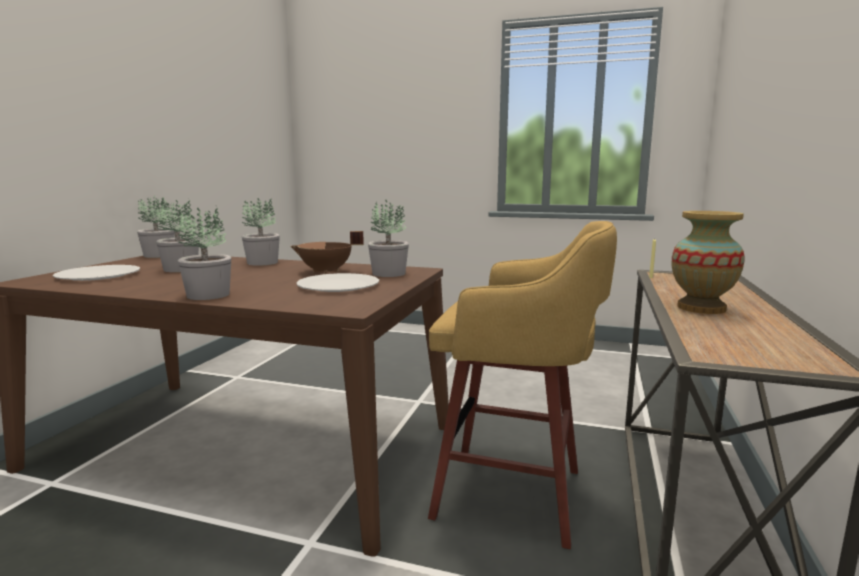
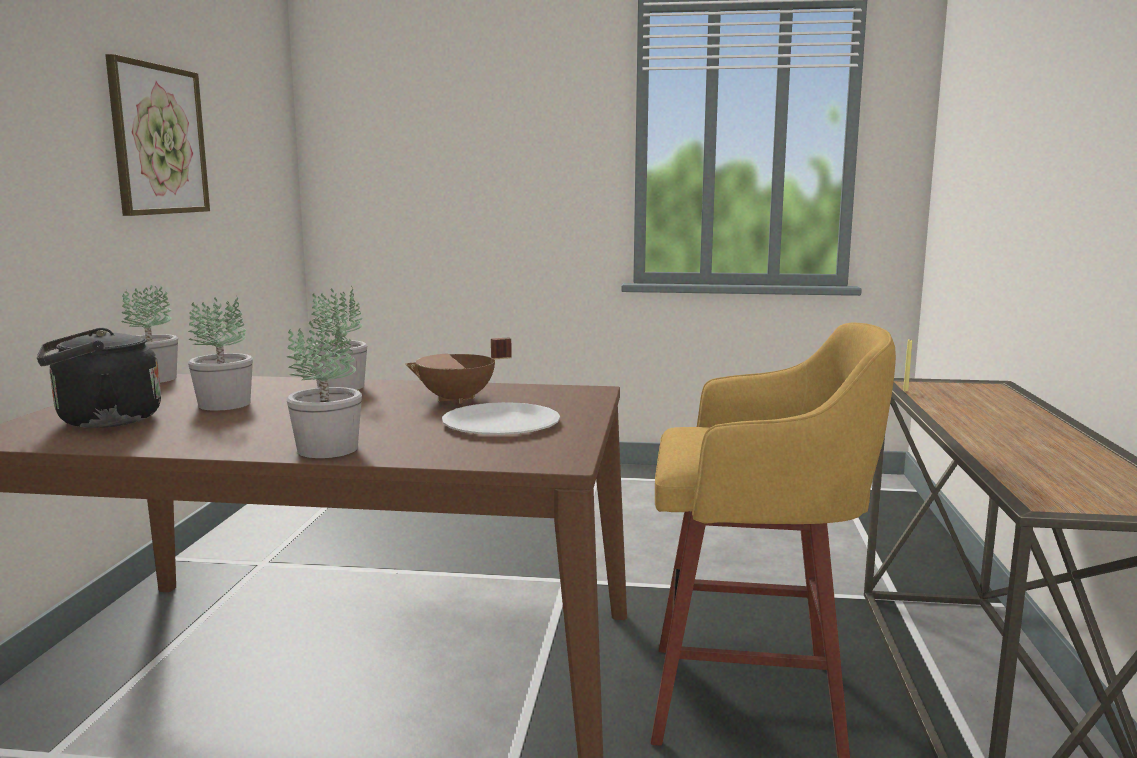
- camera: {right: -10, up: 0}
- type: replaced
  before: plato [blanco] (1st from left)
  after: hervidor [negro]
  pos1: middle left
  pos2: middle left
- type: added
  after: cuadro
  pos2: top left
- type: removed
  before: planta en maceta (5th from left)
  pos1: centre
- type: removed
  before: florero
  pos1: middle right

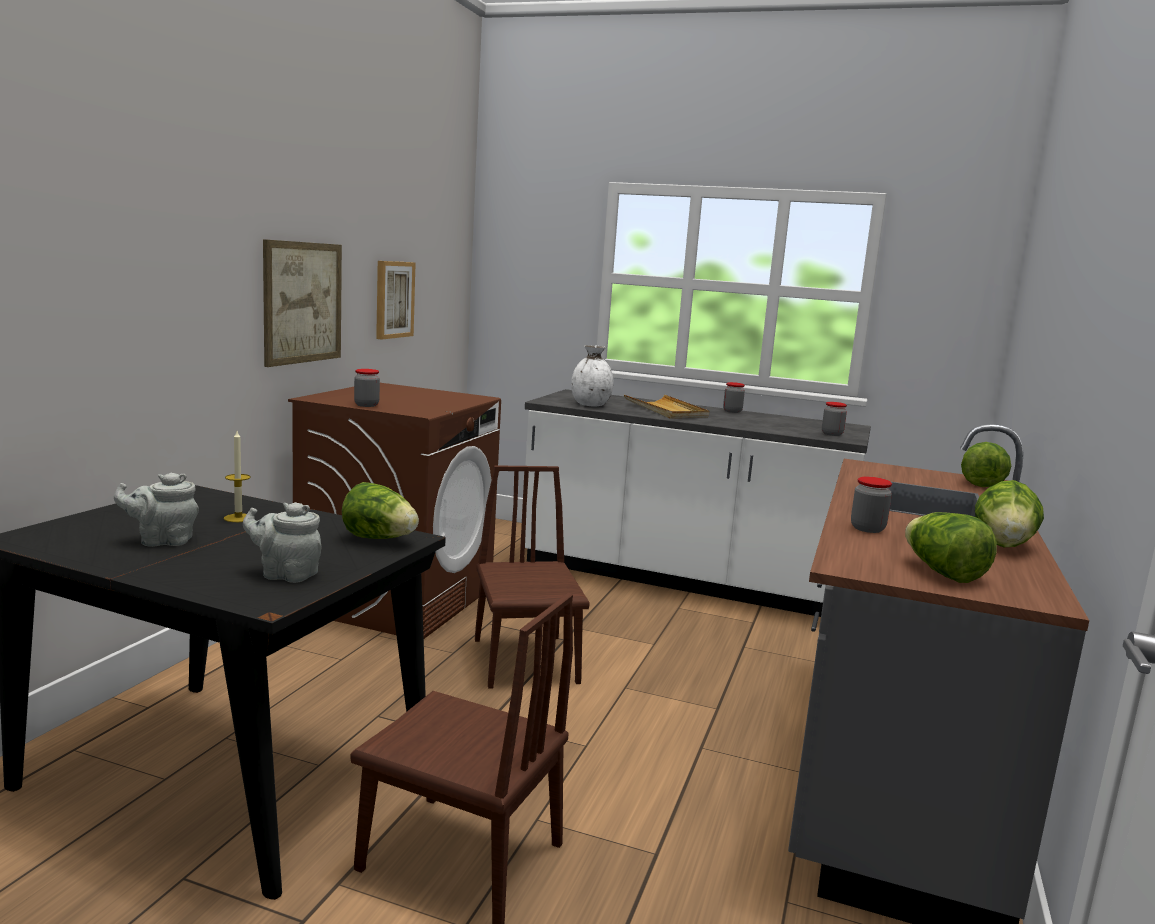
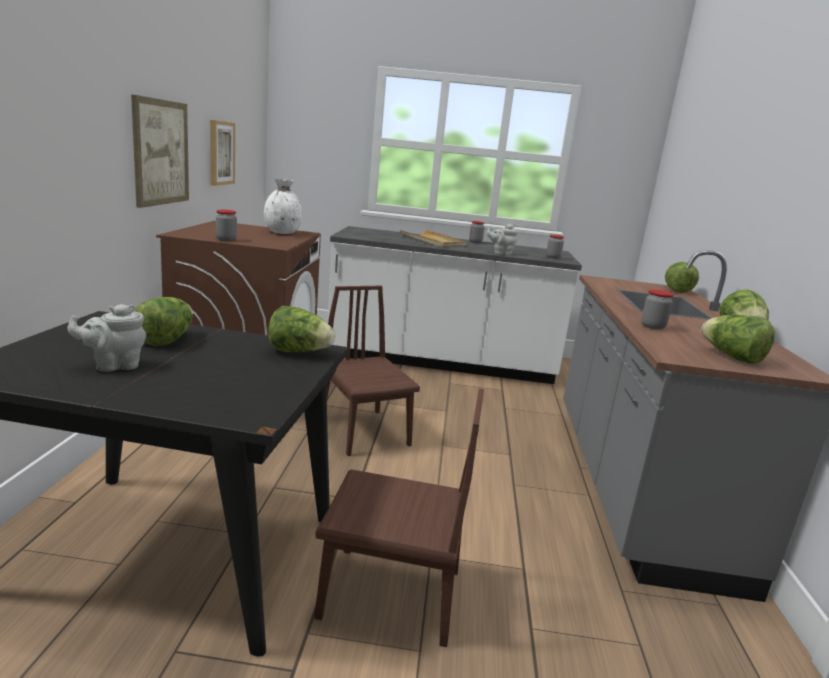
- camera: {right: -15, up: 5}
- type: replaced
  before: vela
  after: lechuga (1st from left)
  pos1: middle left
  pos2: middle left
- type: moved
  before: florero [blanco]
  pos1: centre
  pos2: top centre
- type: moved
  before: tetera [gris] (2nd from left)
  pos1: middle left
  pos2: centre

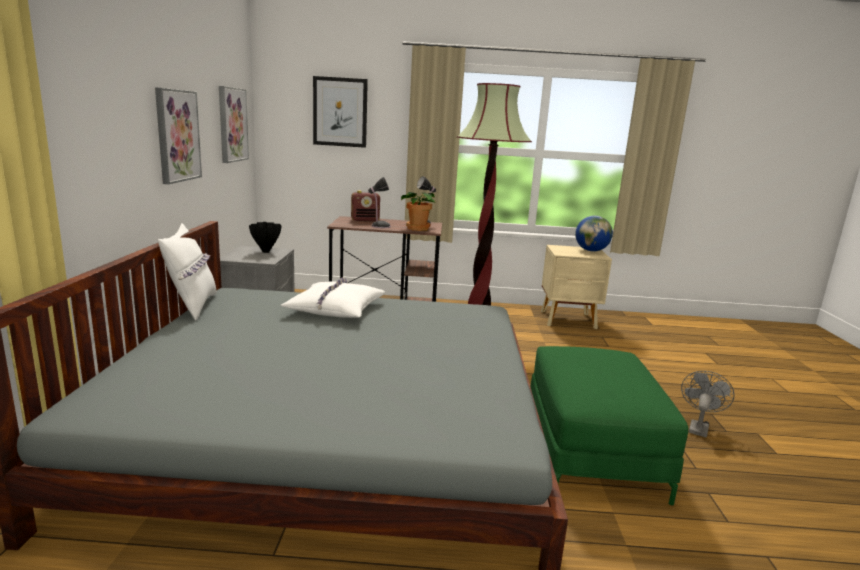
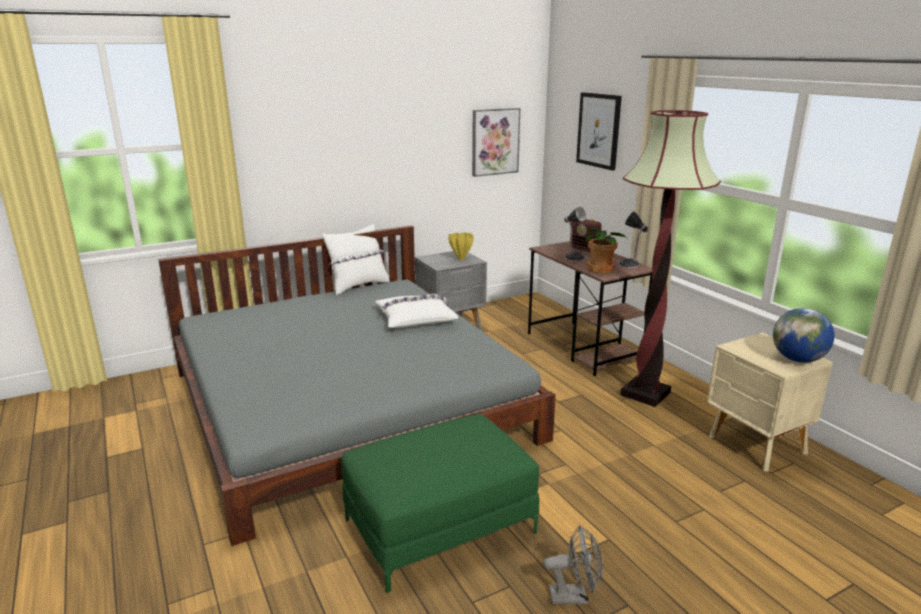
- camera: {right: 60, up: 5}
- type: recoloured
  before: florero [negro]
  after: florero [amarillo]
  pos1: middle left
  pos2: centre
- type: removed
  before: cuadro (1st from left)
  pos1: top left

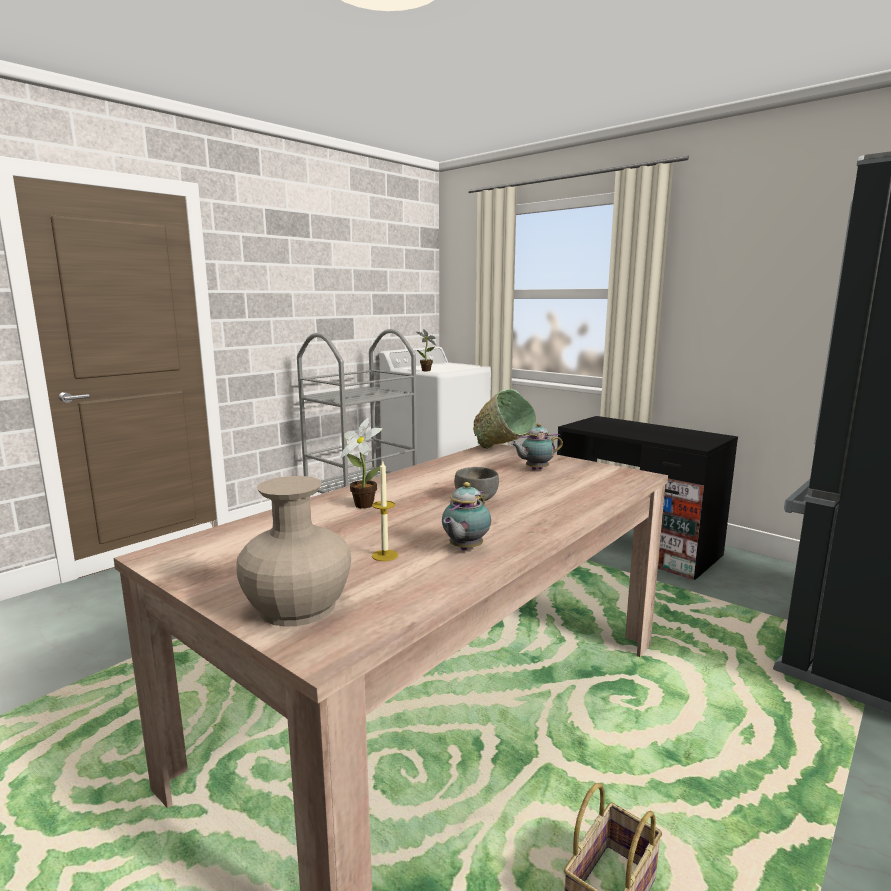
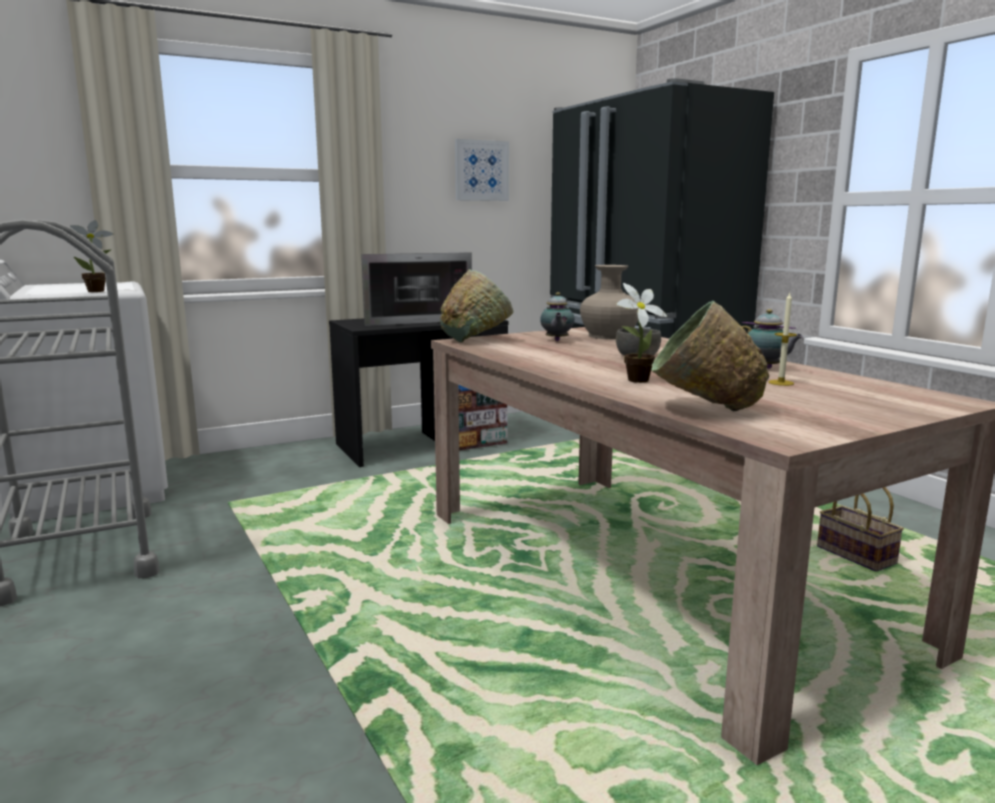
- camera: {right: -70, up: 0}
- type: added
  after: microondas
  pos2: centre
- type: added
  after: cuadro
  pos2: top centre
- type: moved
  before: florero [beis]
  pos1: middle left
  pos2: centre
- type: added
  after: cuenco [verde] (2nd from left)
  pos2: middle right

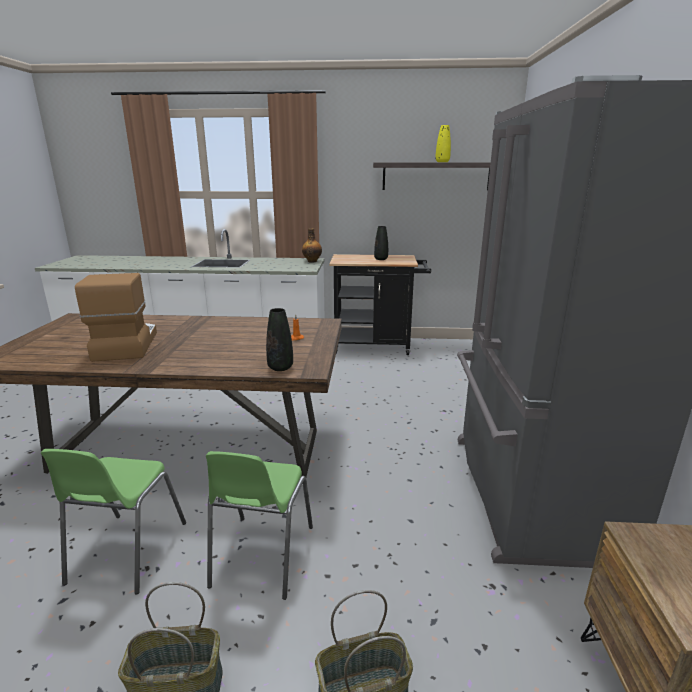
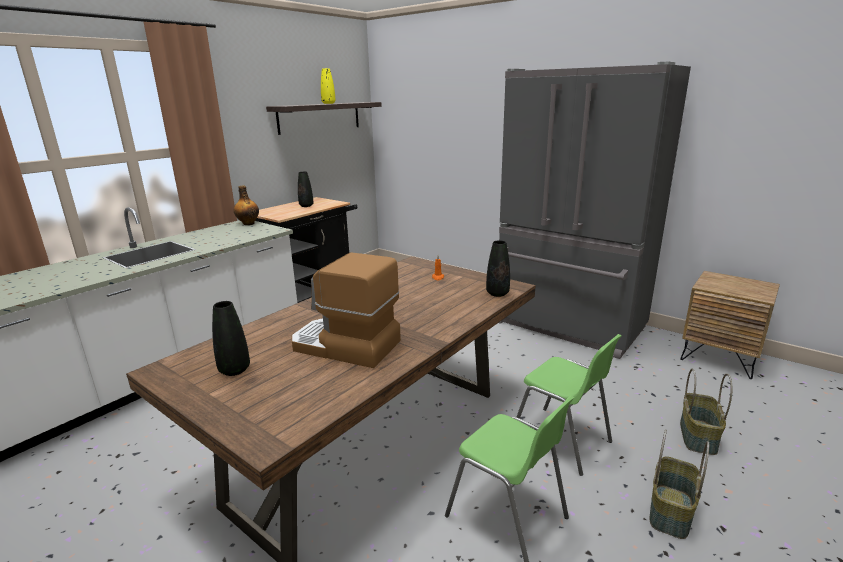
- camera: {right: -55, up: 0}
- type: added
  after: florero [negro] (1st from left)
  pos2: middle left

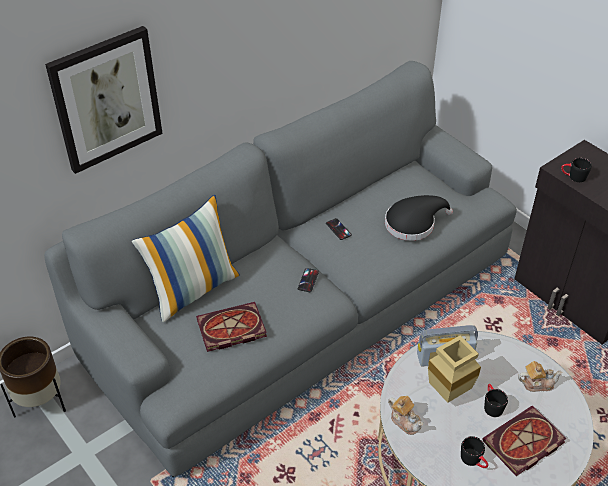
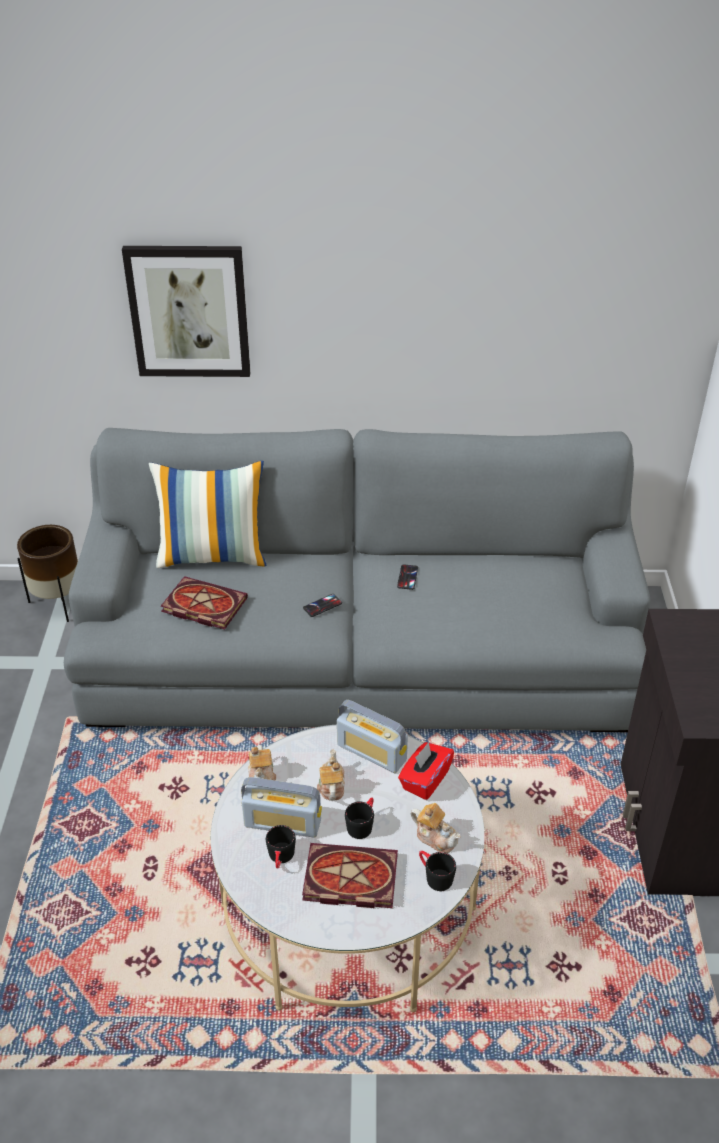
- camera: {right: 40, up: -5}
- type: added
  after: radio (1st from left)
  pos2: bottom centre
- type: replaced
  before: florero [beis]
  after: tetera (2nd from left)
  pos1: bottom right
  pos2: bottom centre
- type: added
  after: caja de pañuelos [rojo]
  pos2: bottom centre
- type: moved
  before: taza grande [negro] (3rd from left)
  pos1: middle right
  pos2: bottom centre
- type: removed
  before: sombrero [negro]
  pos1: middle right

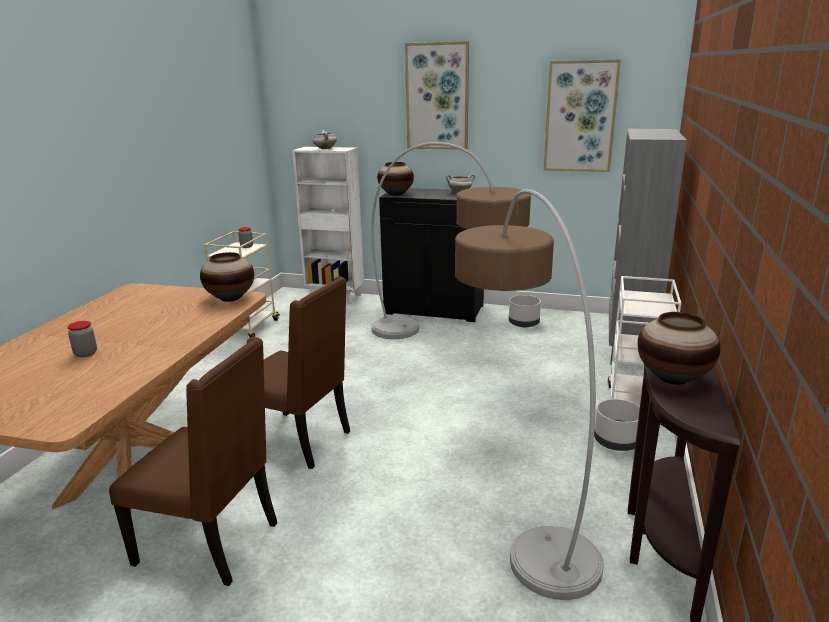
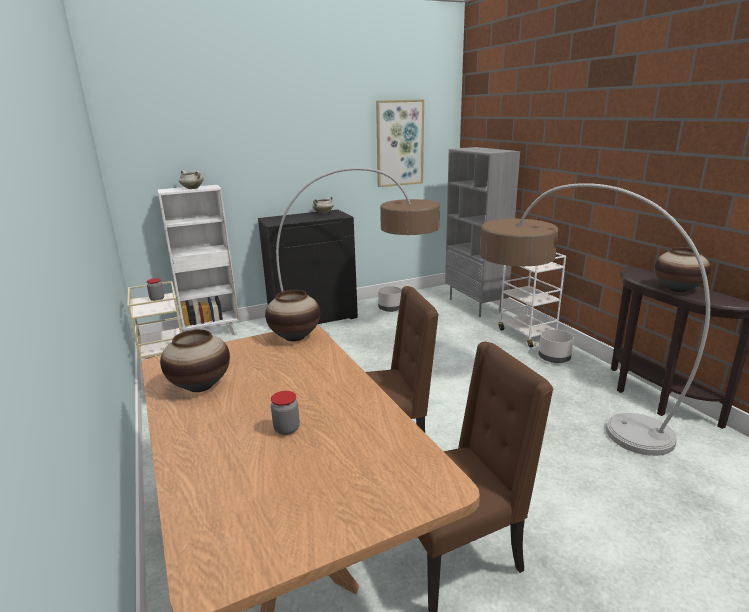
- camera: {right: -40, up: 0}
- type: moved
  before: florero (2nd from left in the first image)
  after: florero (1st from left)
  pos1: top centre
  pos2: middle left
- type: removed
  before: cuadro (1st from left)
  pos1: top centre

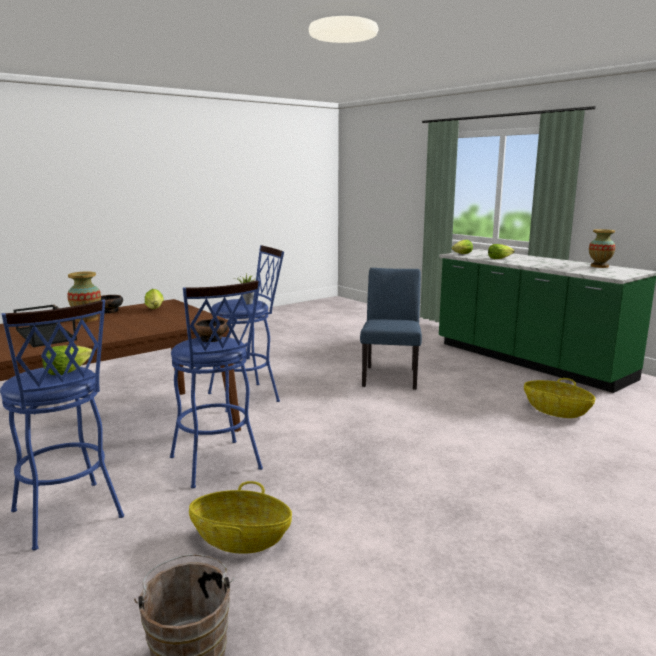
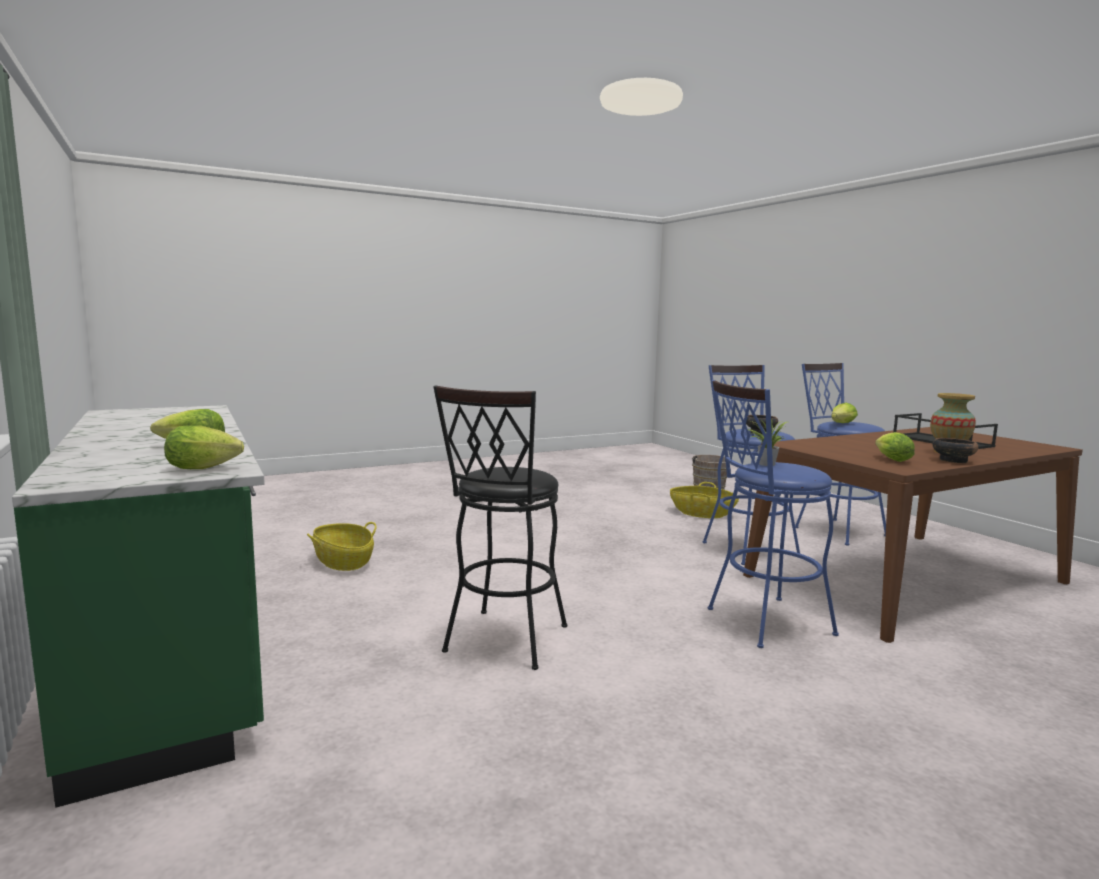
- camera: {right: -170, up: -5}
- type: replaced
  before: silla [azul]
  after: taburete [negro]
  pos1: centre
  pos2: centre
- type: removed
  before: florero (2nd from left)
  pos1: middle right

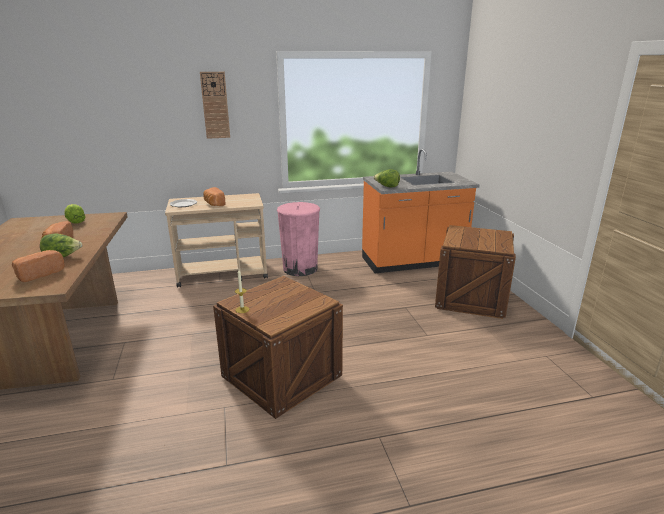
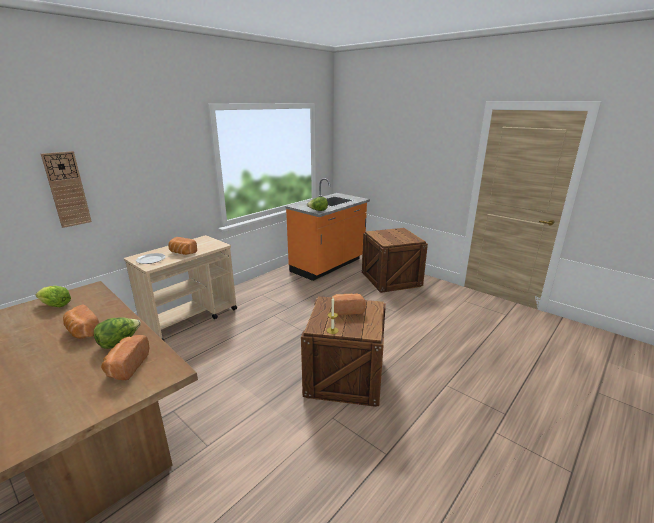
- camera: {right: -35, up: 0}
- type: moved
  before: reloj de pared
  pos1: top left
  pos2: middle left
- type: added
  after: pan (4th from left)
  pos2: centre
- type: removed
  before: papelera [rosa]
  pos1: centre

